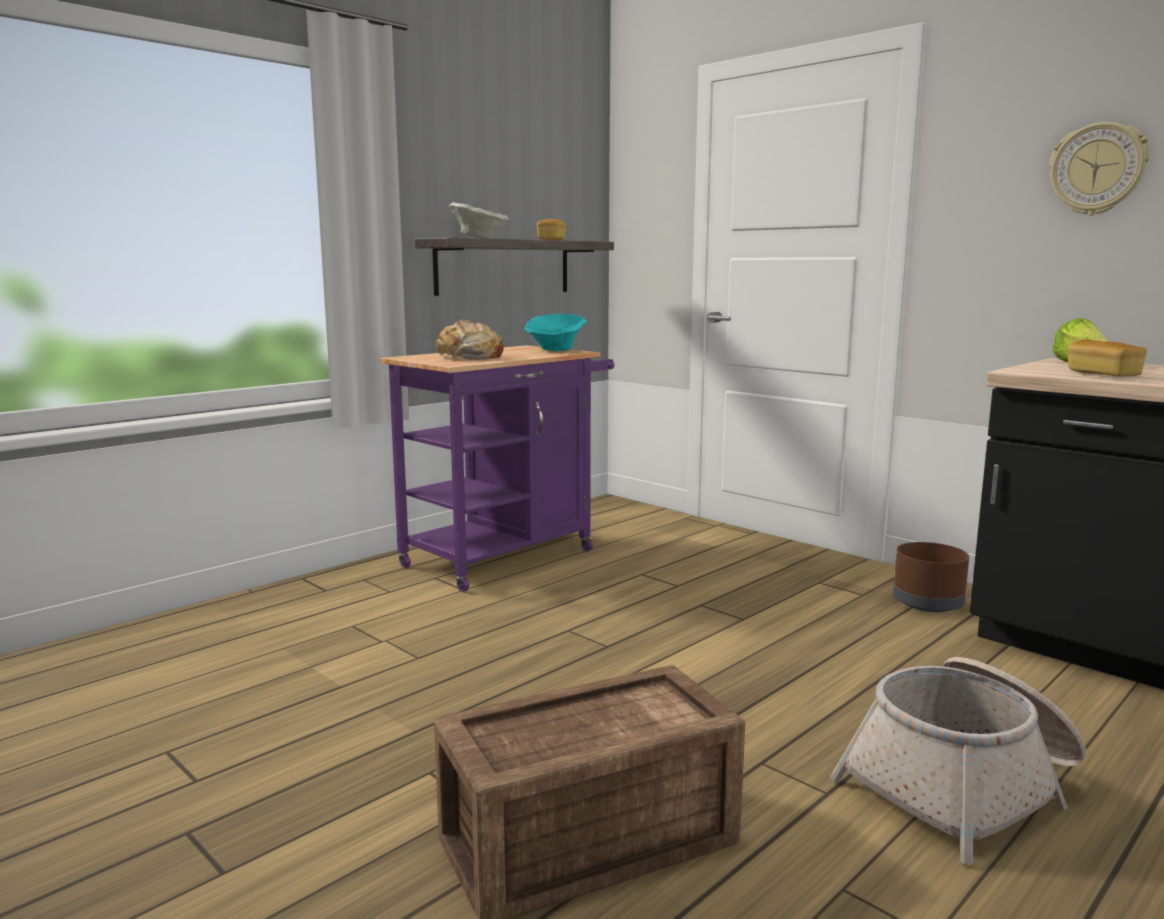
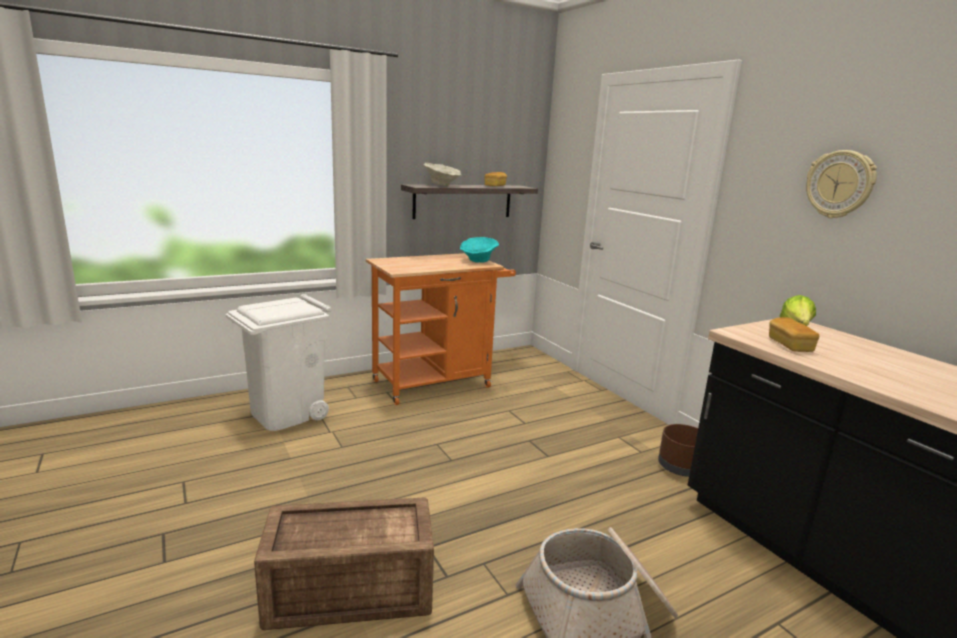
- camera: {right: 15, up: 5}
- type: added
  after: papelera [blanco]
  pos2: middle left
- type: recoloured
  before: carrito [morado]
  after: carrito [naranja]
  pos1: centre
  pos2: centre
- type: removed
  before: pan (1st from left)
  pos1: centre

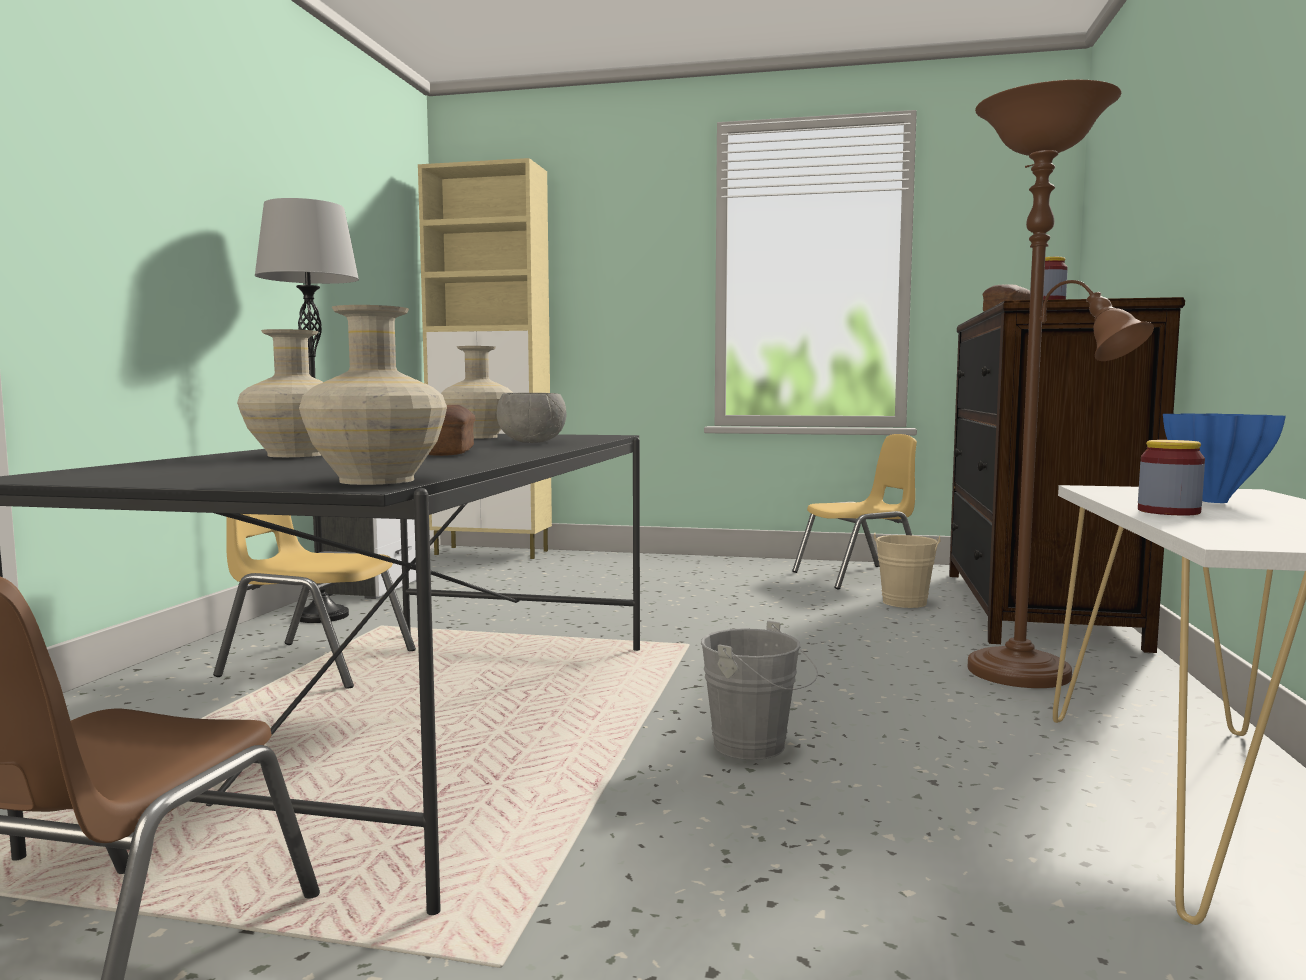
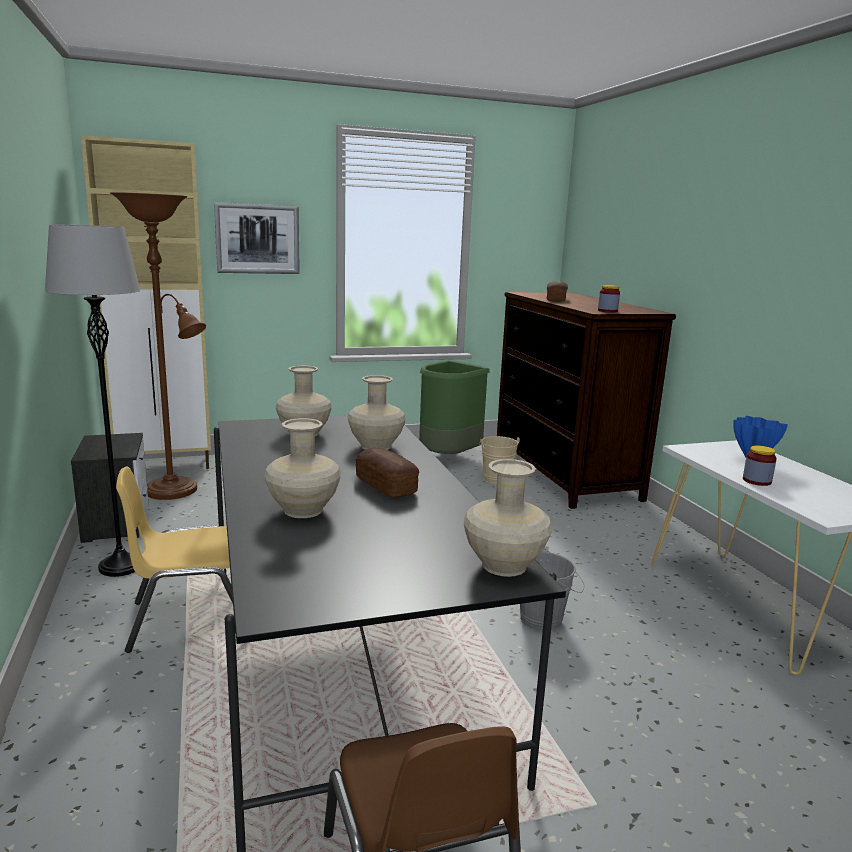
- camera: {right: -30, up: 10}
- type: moved
  before: lámpara de pie [marrón]
  pos1: middle right
  pos2: middle left
- type: added
  after: cuadro
  pos2: top left
- type: replaced
  before: cuenco [gris]
  after: florero [beis] (3rd from left)
  pos1: centre
  pos2: centre
- type: replaced
  before: silla [amarillo] (2nd from left)
  after: papelera [verde]
  pos1: centre
  pos2: centre

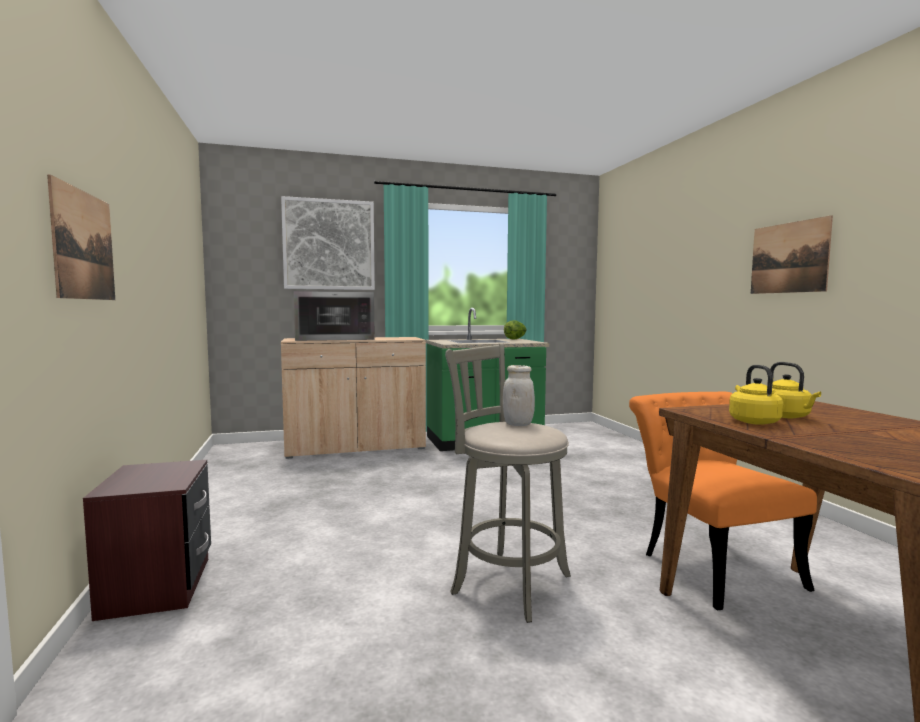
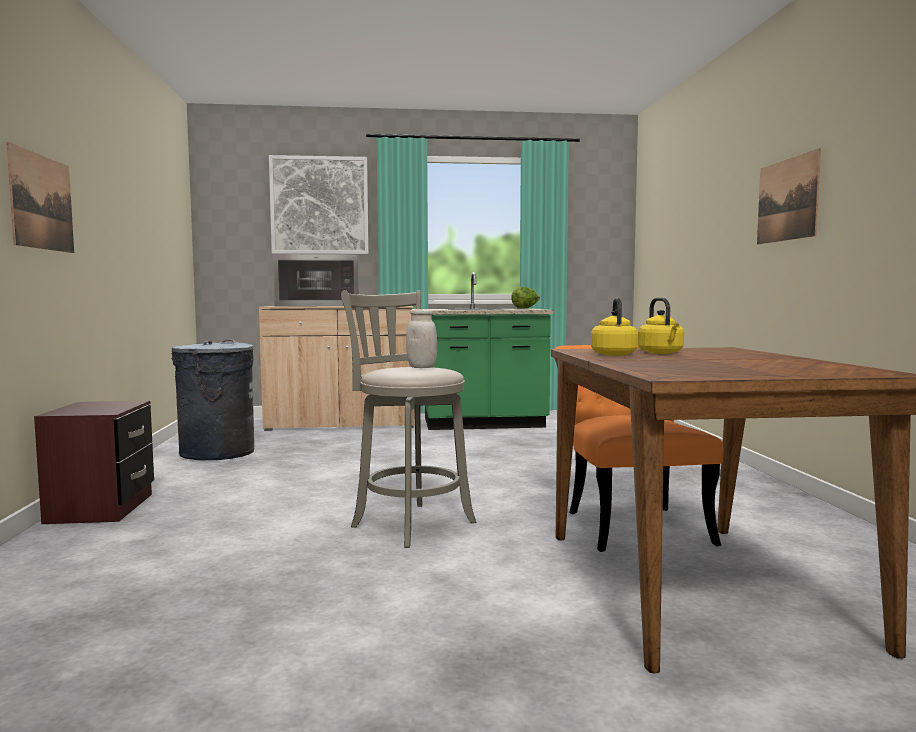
- camera: {right: 10, up: 0}
- type: added
  after: papelera [gris]
  pos2: middle left

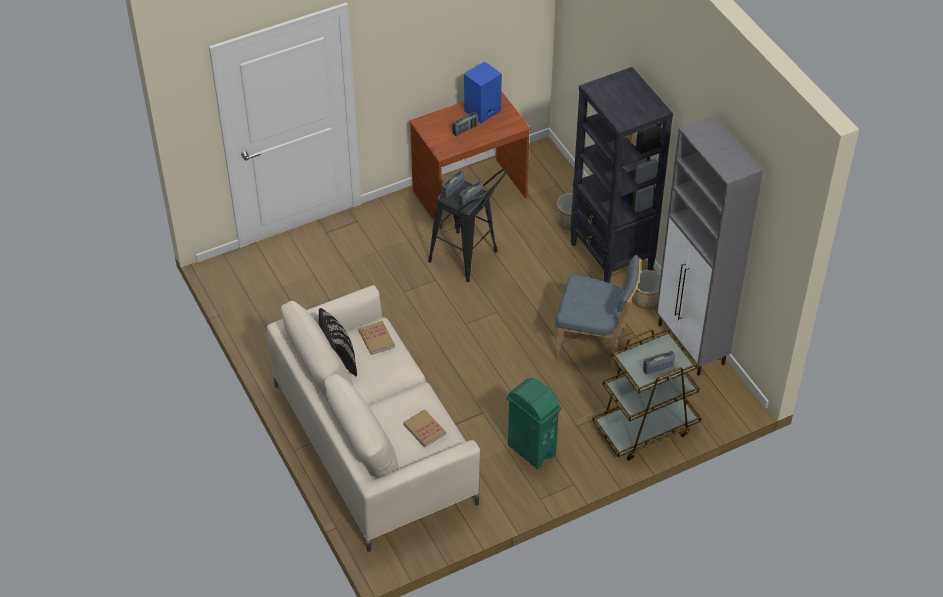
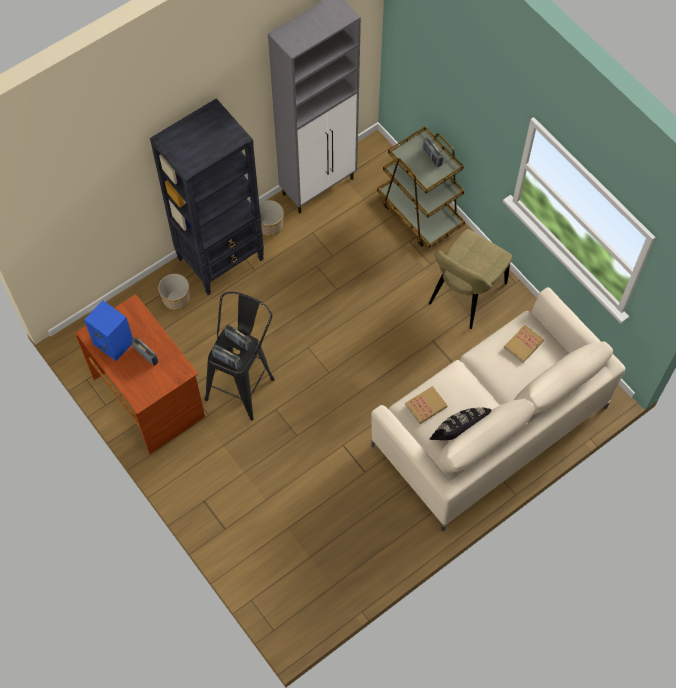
- camera: {right: -100, up: 15}
- type: replaced
  before: papelera [verde]
  after: silla [beis]
  pos1: bottom centre
  pos2: middle right
- type: removed
  before: silla [azul]
  pos1: centre

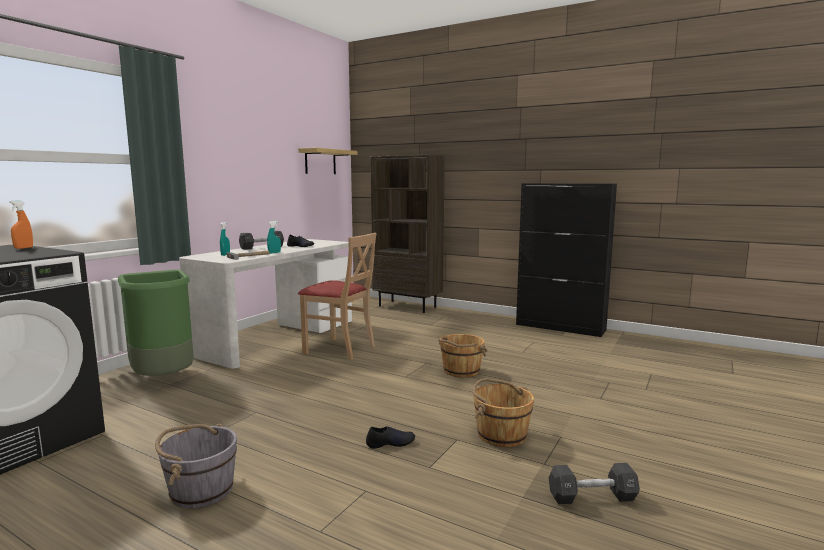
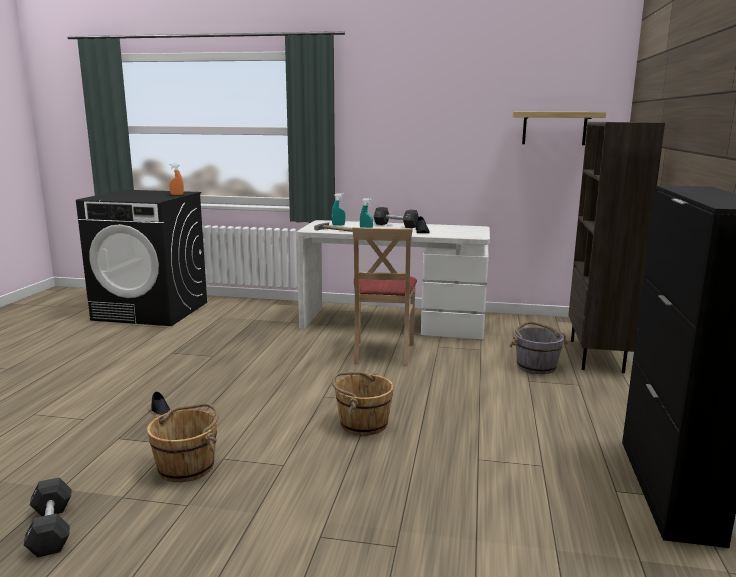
- camera: {right: 70, up: 5}
- type: moved
  before: cubo [gris]
  pos1: bottom left
  pos2: middle right
- type: removed
  before: papelera [verde]
  pos1: middle left

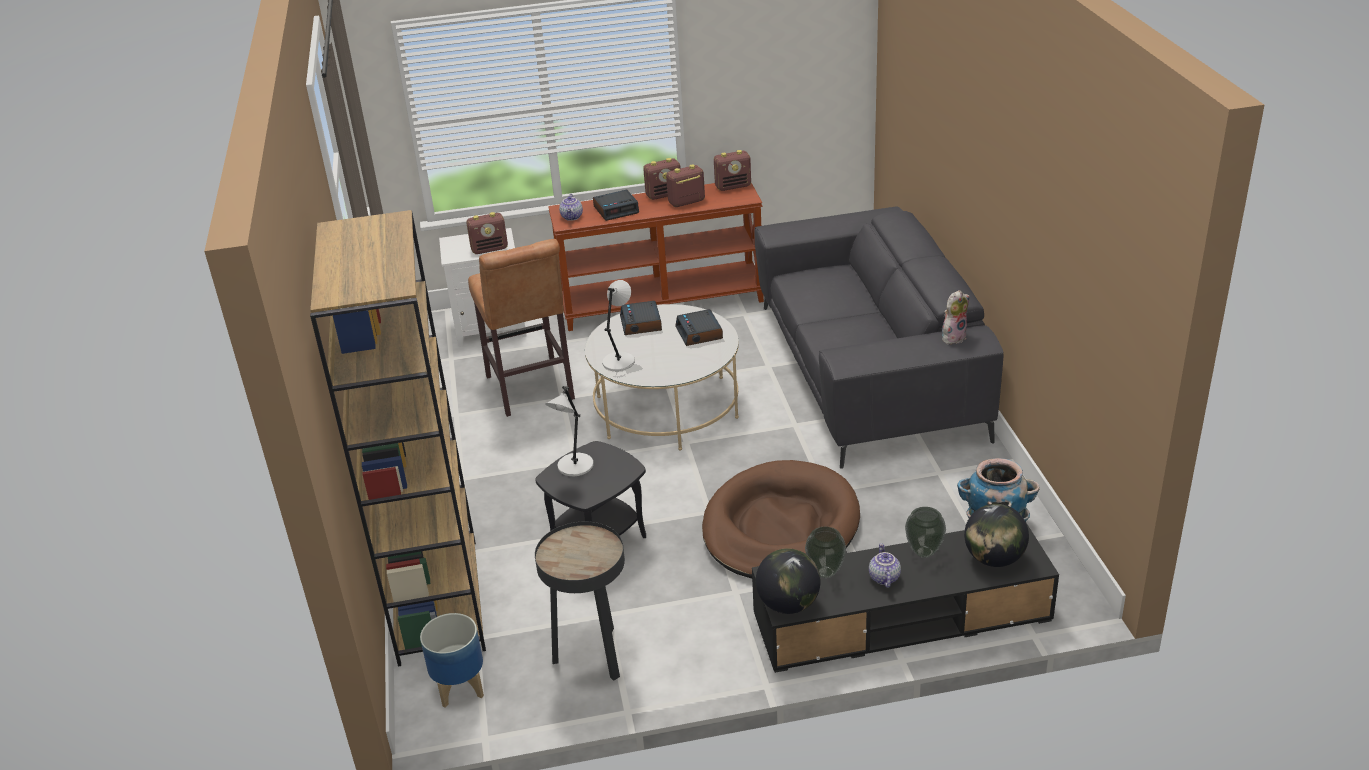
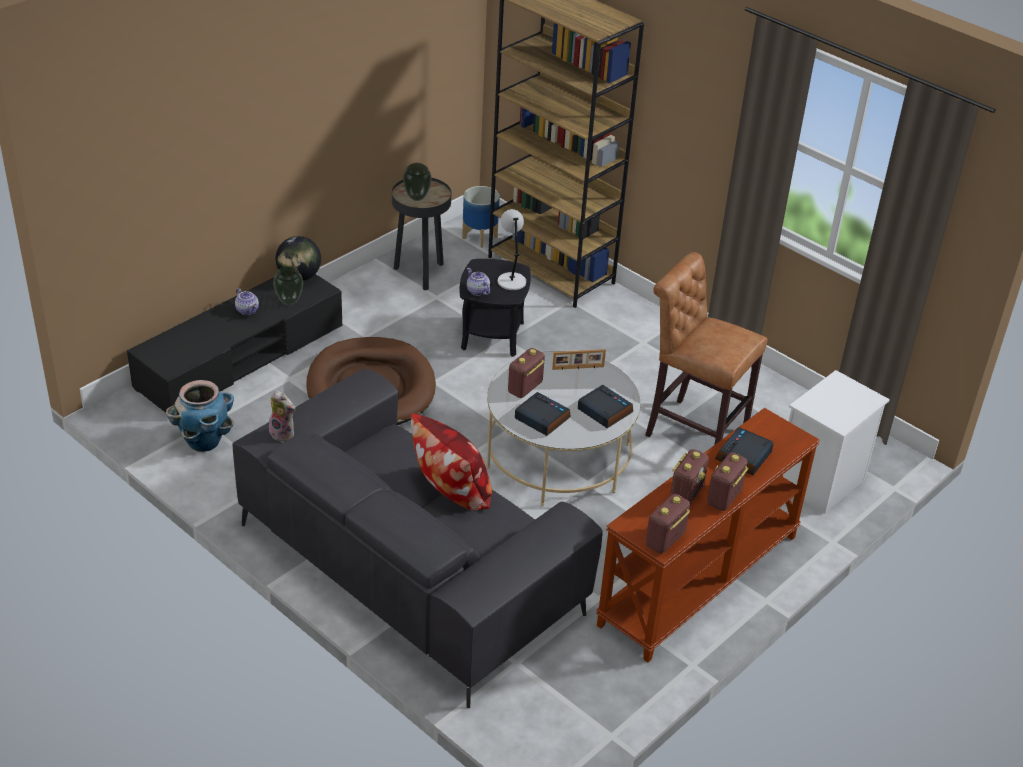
- camera: {right: 140, up: 5}
- type: turned
  before: peluche
  pos1: middle right
  pos2: middle left
  turn: -75
- type: moved
  before: florero (2nd from left)
  pos1: bottom right
  pos2: top centre
- type: added
  after: cojín
  pos2: centre
- type: moved
  before: tetera (1st from left in the first image)
  after: tetera (2nd from left)
  pos1: top centre
  pos2: centre
- type: moved
  before: radio (1st from left)
  pos1: top centre
  pos2: centre
- type: replaced
  before: lámpara de mesa [gris] (2nd from left)
  after: portarretratos
  pos1: centre
  pos2: centre
- type: removed
  before: globo terráqueo (2nd from left)
  pos1: bottom right

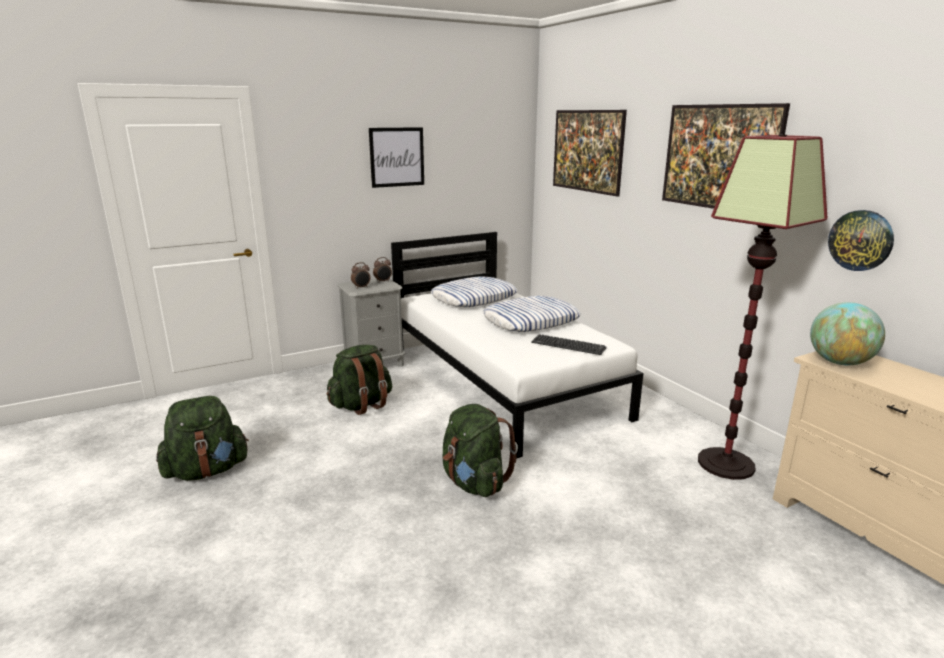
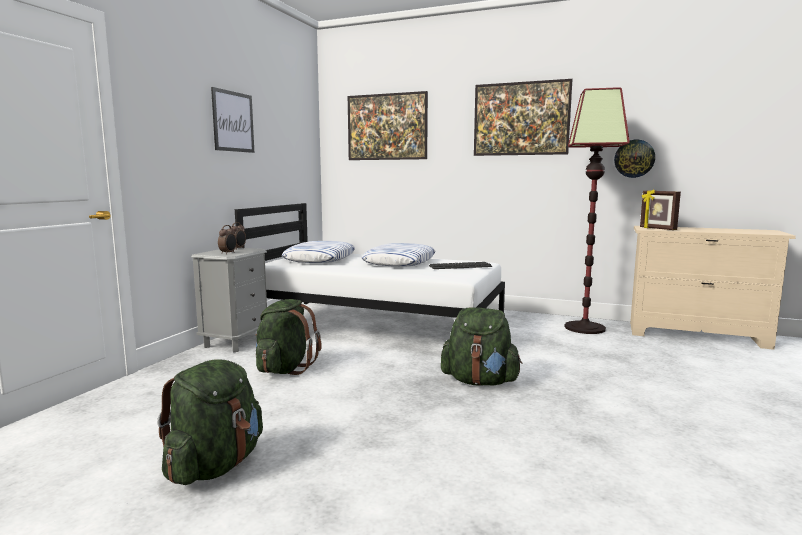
- camera: {right: -40, up: -10}
- type: replaced
  before: globo terráqueo
  after: portarretratos
  pos1: middle right
  pos2: middle right

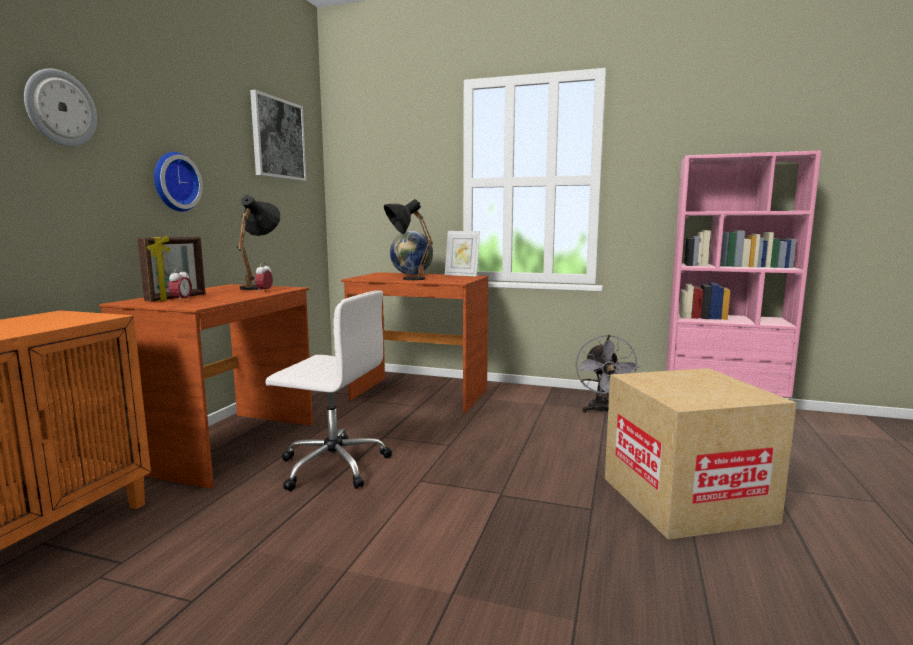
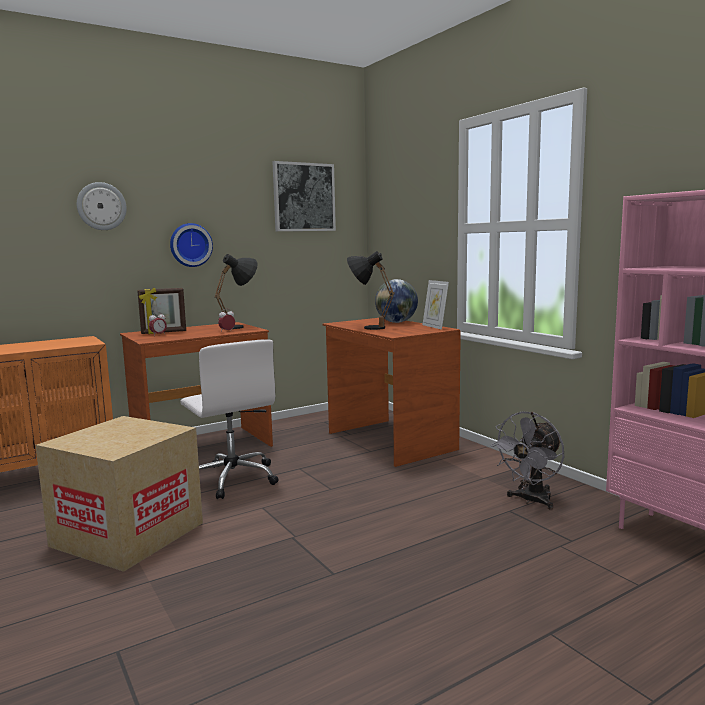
- camera: {right: 40, up: 0}
- type: moved
  before: caja de cartón
  pos1: bottom right
  pos2: bottom left

